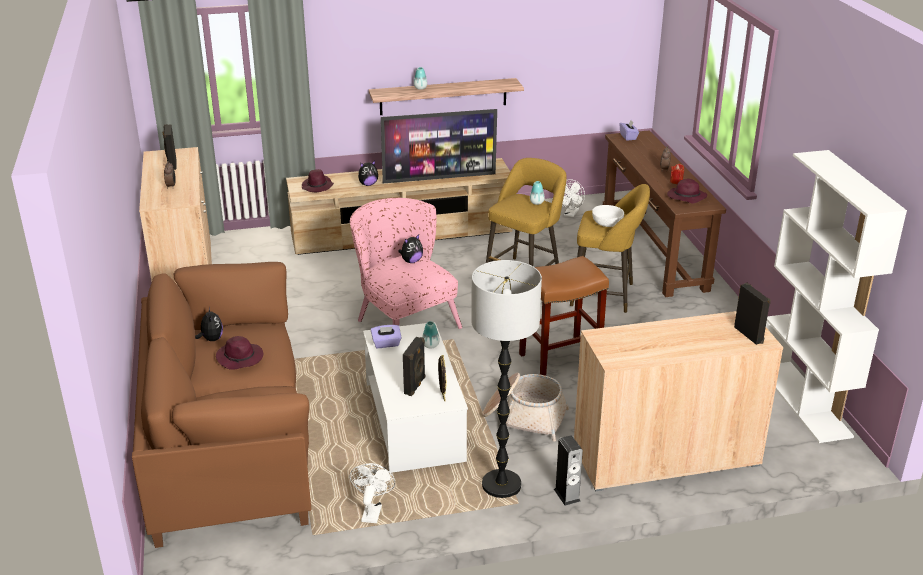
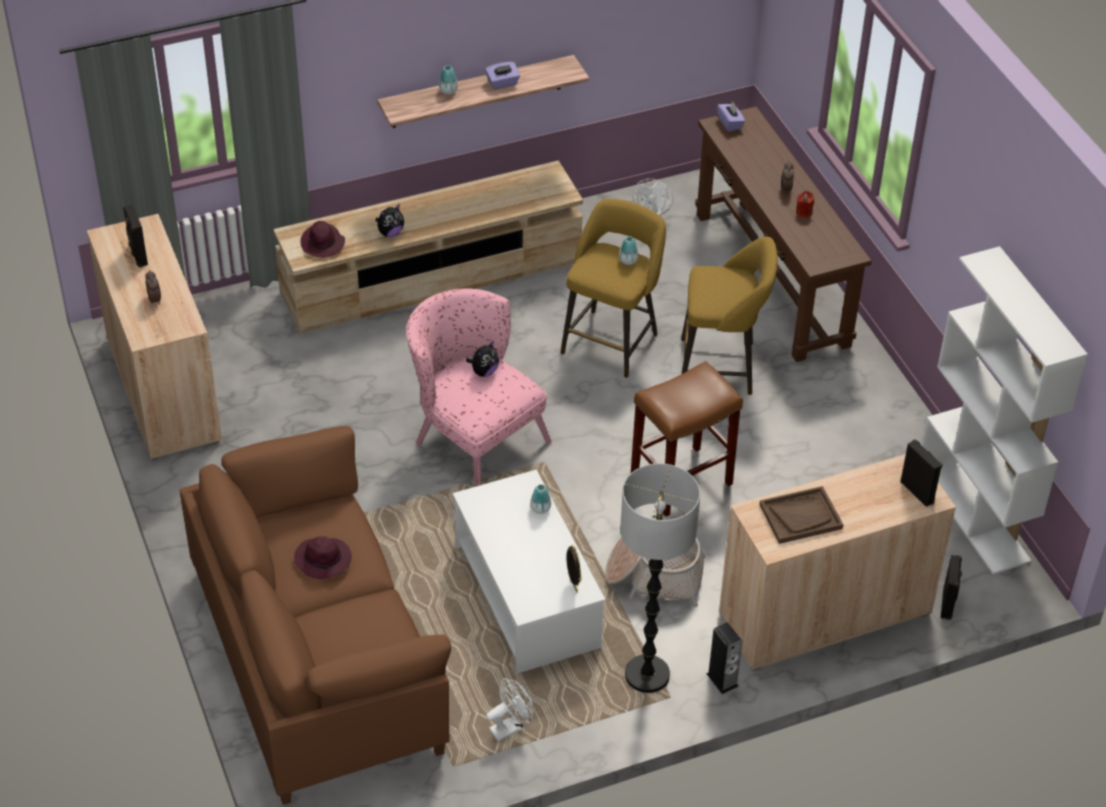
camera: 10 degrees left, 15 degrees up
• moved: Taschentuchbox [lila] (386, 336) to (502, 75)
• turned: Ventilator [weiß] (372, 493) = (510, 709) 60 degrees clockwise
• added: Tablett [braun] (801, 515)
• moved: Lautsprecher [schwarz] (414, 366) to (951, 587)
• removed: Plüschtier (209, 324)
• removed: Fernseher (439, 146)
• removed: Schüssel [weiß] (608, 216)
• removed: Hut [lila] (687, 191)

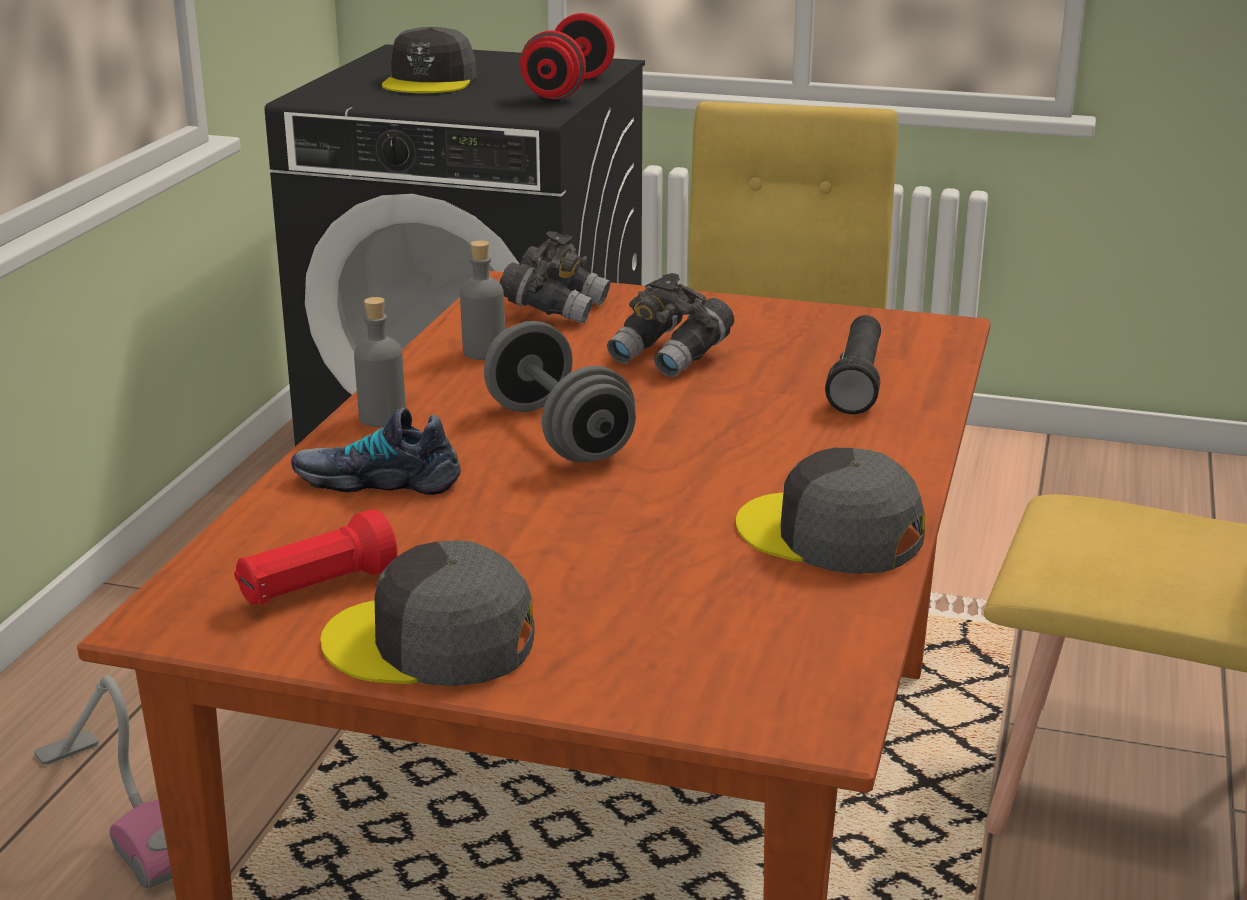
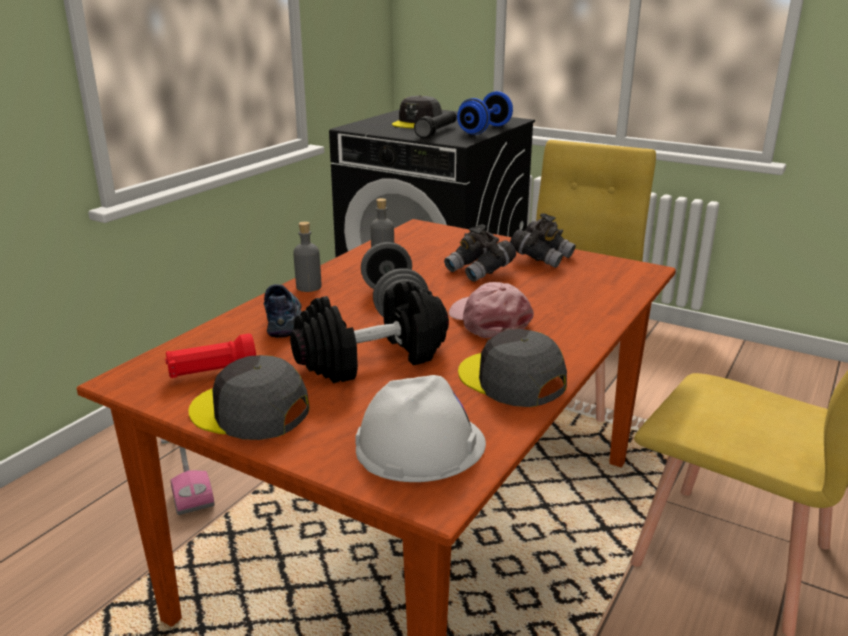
camera: 15 degrees right, 0 degrees up
• turned: Schuh (376, 451) = (283, 311) 60 degrees clockwise
• added: Hantel [schwarz] (369, 332)
• added: Schutzhelm [weiß] (420, 428)
• moved: Taschenlampe [schwarz] (853, 364) to (435, 124)
• added: Kappe [rosa] (491, 310)
• recoloured: Hantel [rot] (567, 56) to Hantel [blau] (485, 113)
• moved: Fernglas [grau] (555, 277) to (543, 240)

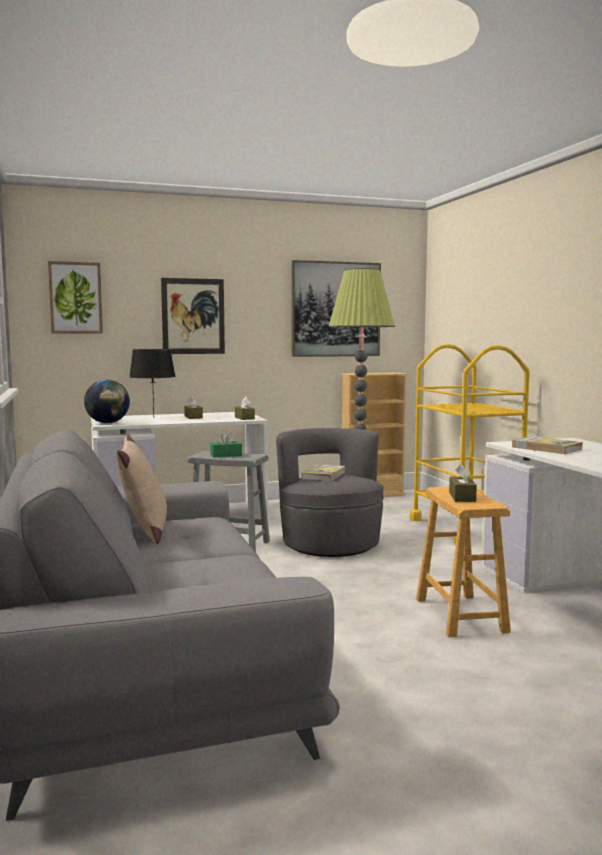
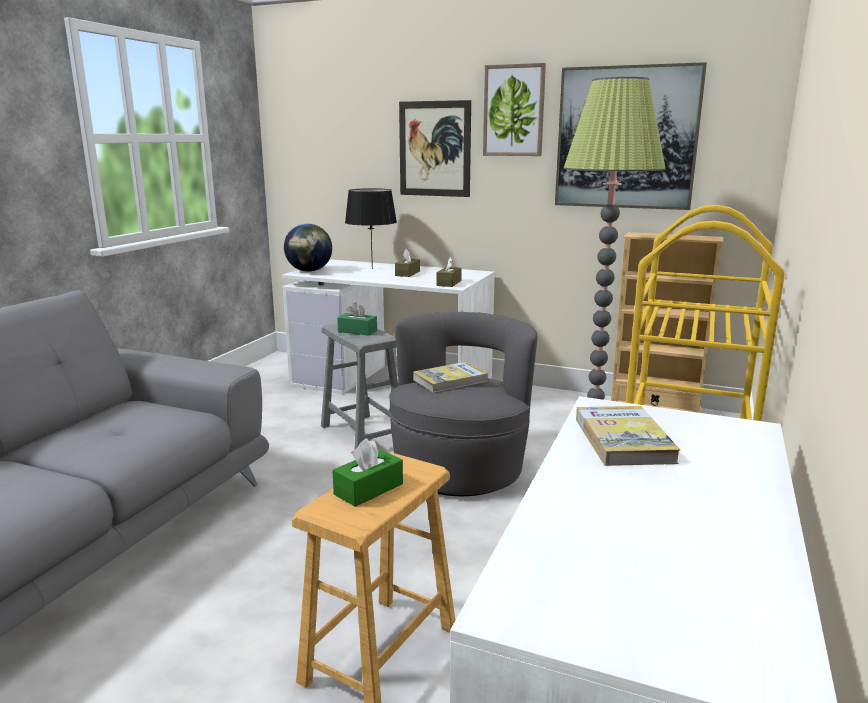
camera: 40 degrees right, 10 degrees up
• recoloured: Taschentuchbox [braun] (463, 483) to Taschentuchbox [grün] (367, 472)
• moved: Bild (75, 297) to (514, 109)
• removed: Kissen [beige] (141, 489)

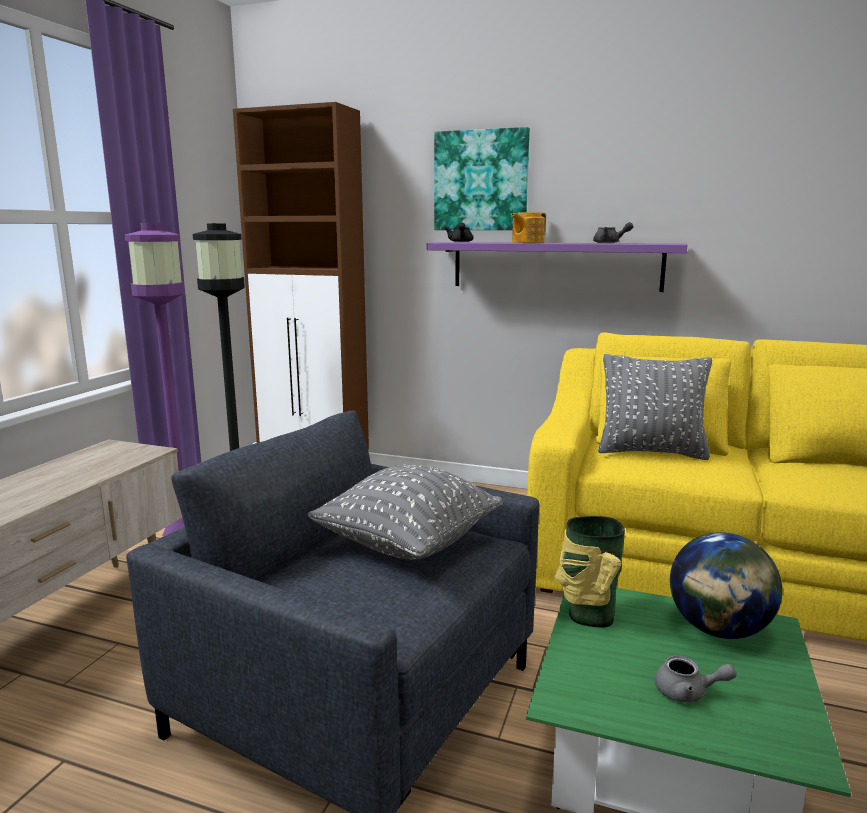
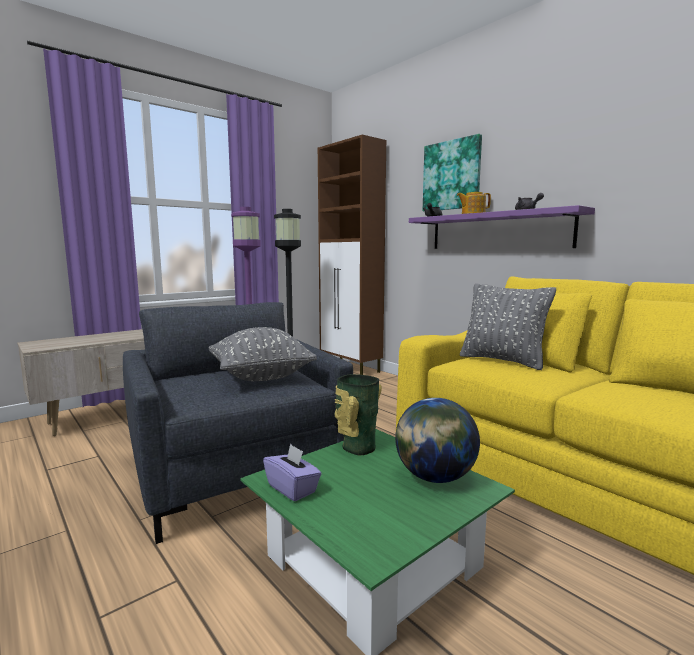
camera: 30 degrees right, 5 degrees down
• added: Taschentuchbox [lila] (292, 472)
• removed: Teekanne [grau] (696, 678)

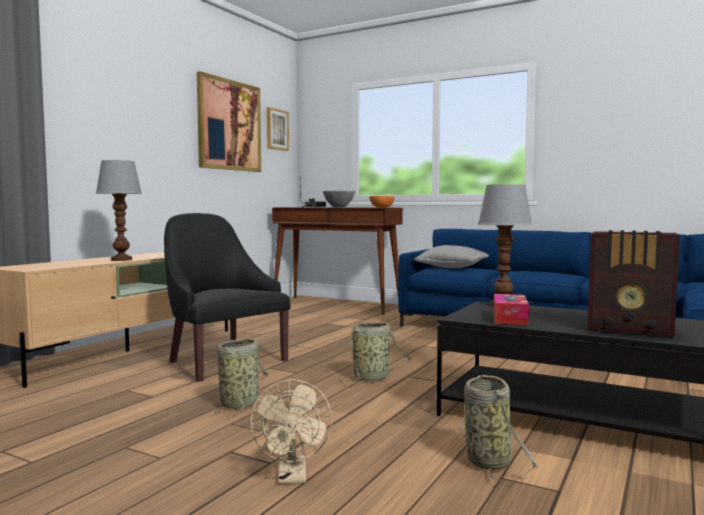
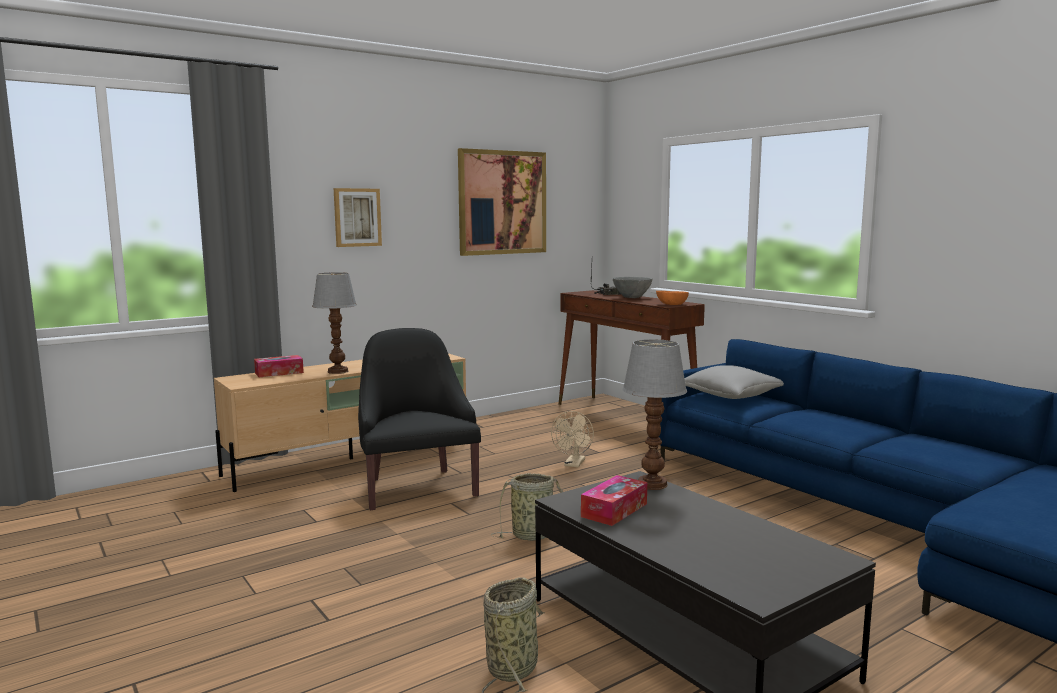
camera: 25 degrees right, 5 degrees up
• added: Taschentuchbox (279, 366)
• moved: Bild (278, 129) to (358, 217)
• moved: Ventilator [beige] (291, 431) to (572, 439)
• removed: Korb (241, 376)
• removed: Radio (633, 284)

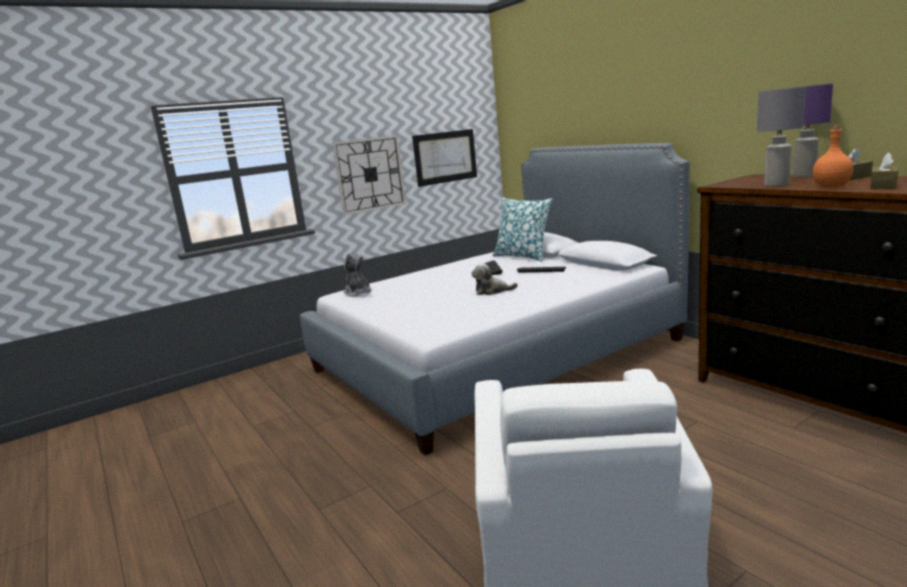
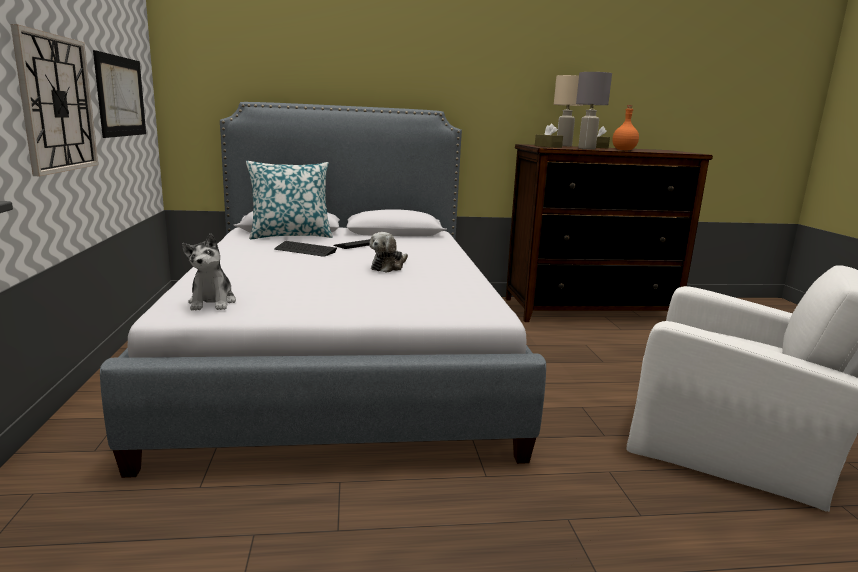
camera: 65 degrees left, 0 degrees up
• turned: Plüschtier (357, 275) = (209, 272) 90 degrees counterclockwise
• moved: Taschentuchbox [braun] (884, 170) to (549, 136)
• recoloured: Tischlampe [lila] (813, 130) to Tischlampe [beige] (568, 110)

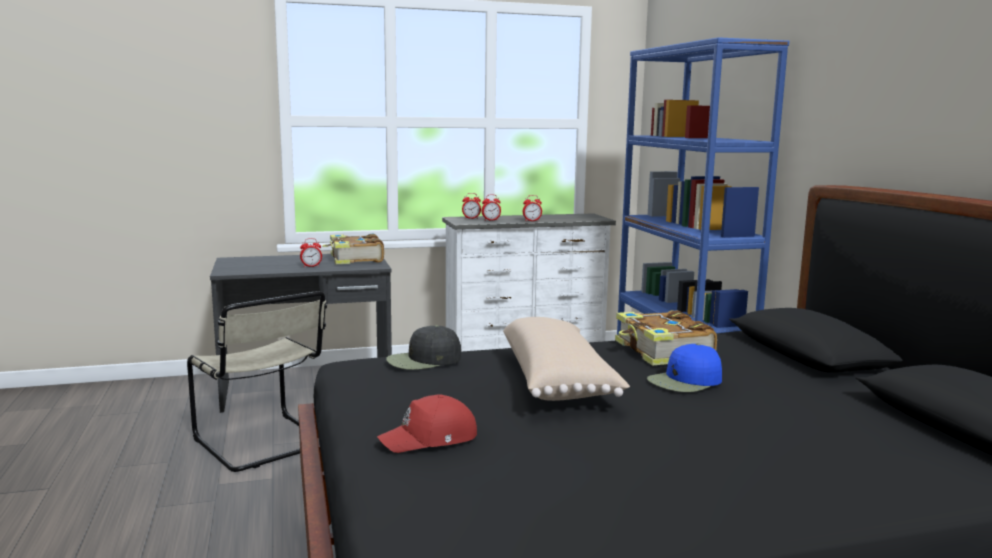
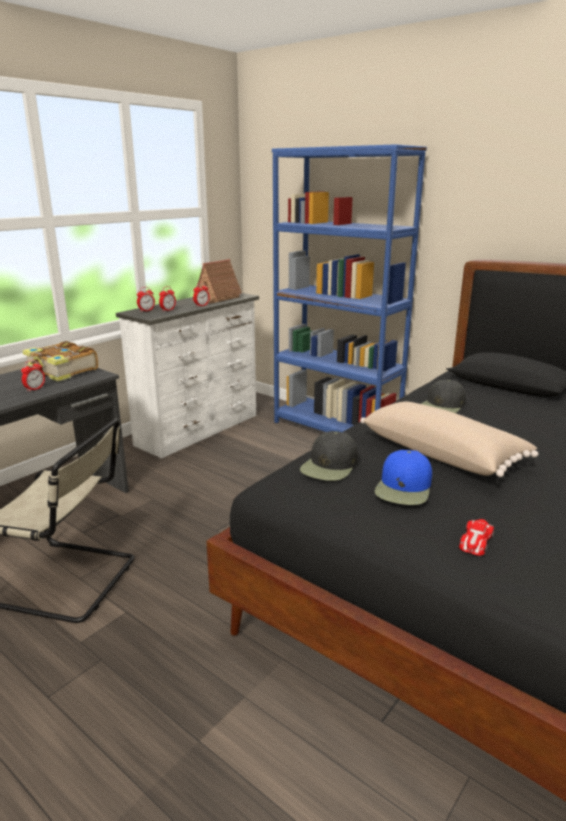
camera: 35 degrees left, 10 degrees up
• added: Spielzeughaus (217, 281)
• moved: Kappe [blau] (684, 368) to (403, 477)
• replaced: Buch (666, 337) to Kappe [schwarz] (443, 396)
• replaced: Kappe [rot] (427, 424) to Spielzeugauto (476, 537)

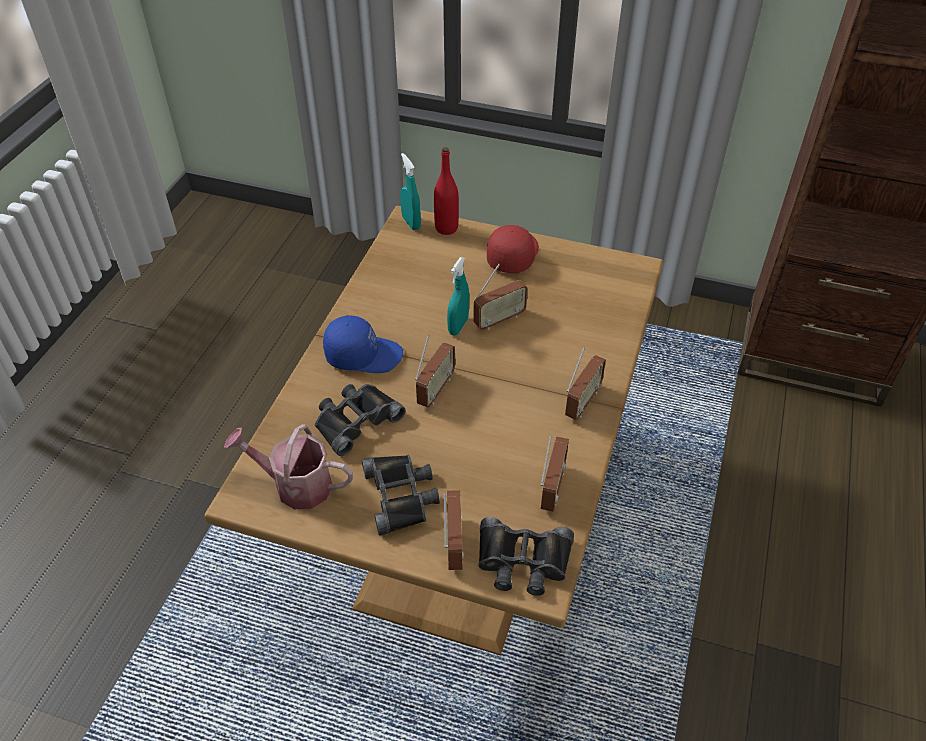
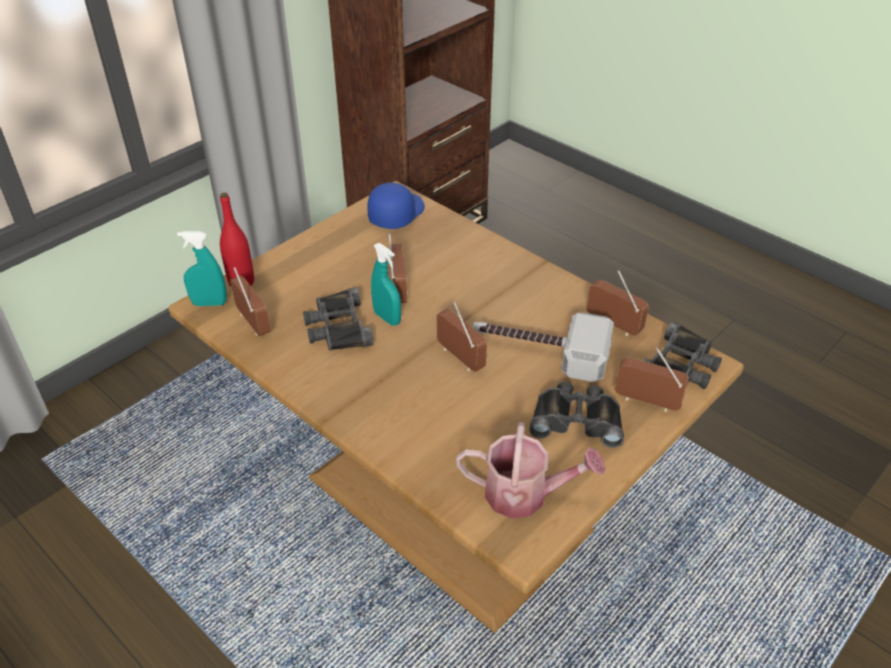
camera: 65 degrees left, 5 degrees down
• moved: Radio (585, 383) to (250, 301)
• moved: Fernglas [schwarz] (360, 420) to (338, 319)
• moved: Kappe [blau] (363, 344) to (396, 206)
• turned: Gießkanne (288, 466) = (530, 470) 120 degrees counterclockwise
• added: Hammer (543, 347)
• removed: Kappe [rot] (513, 249)

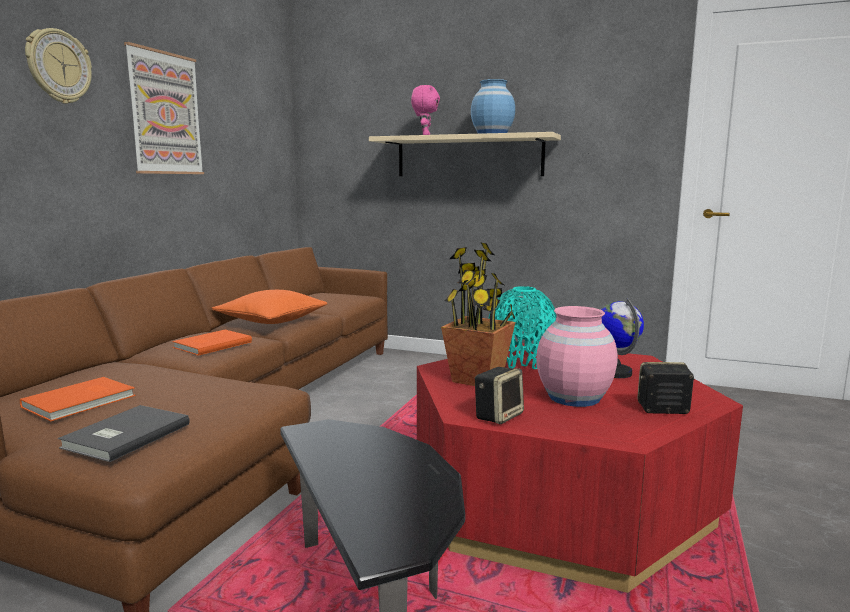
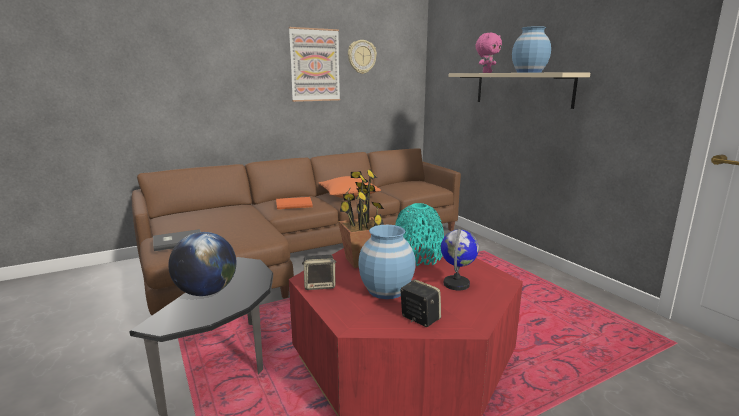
camera: 40 degrees right, 5 degrees up
• added: Globus (202, 264)
• moved: Wanduhr (58, 66) to (362, 57)
• recoloured: Vase [rosa] (577, 356) to Vase [blau] (387, 262)
• removed: Buch [orange] (77, 399)

